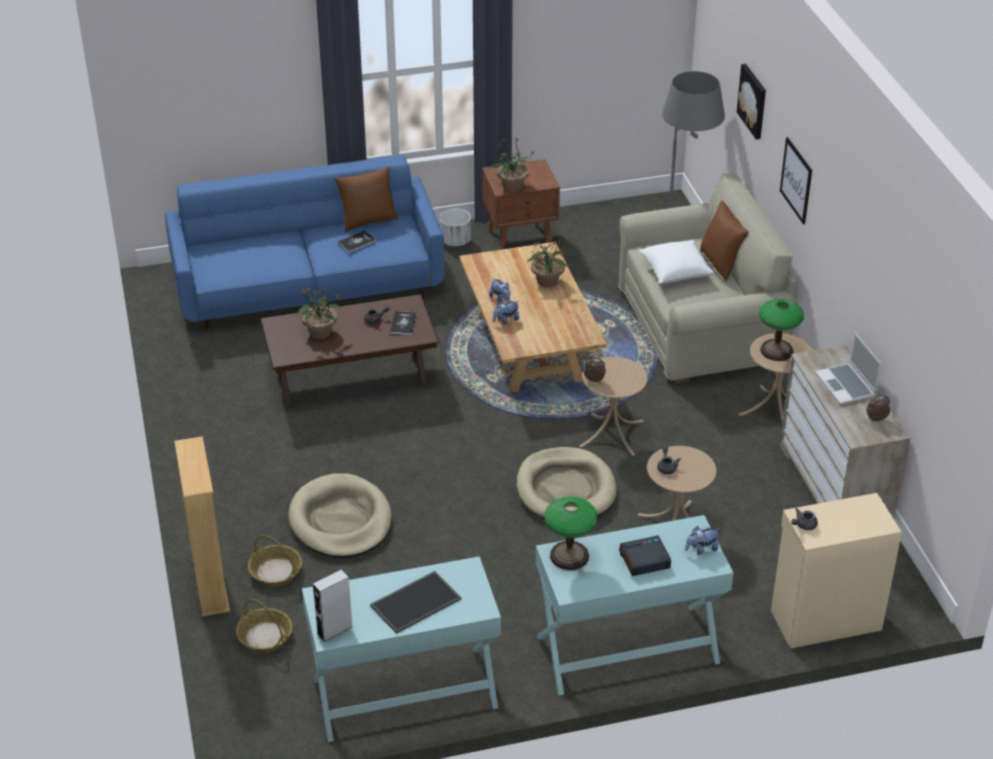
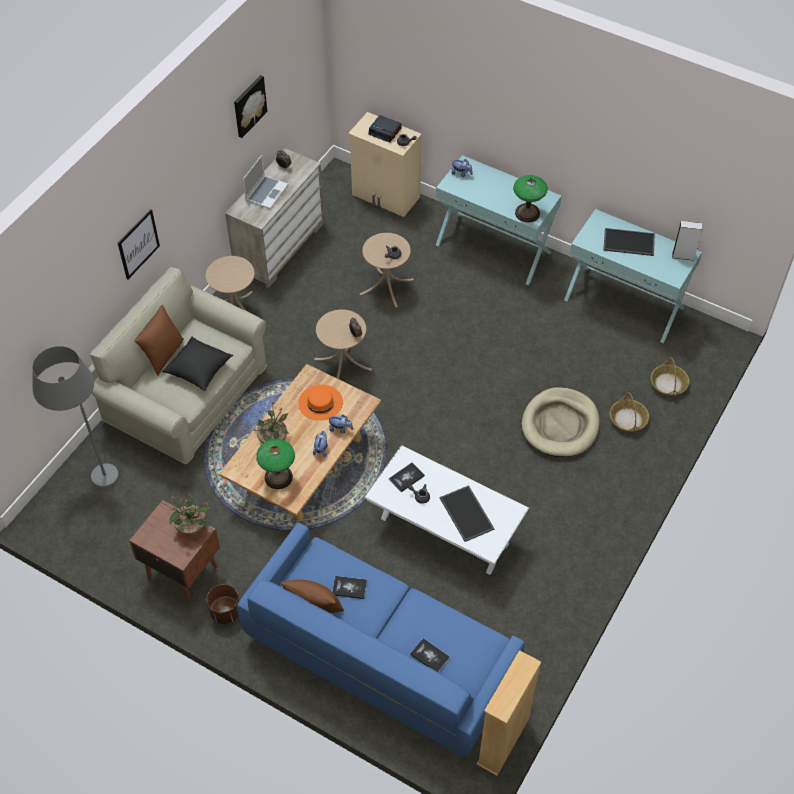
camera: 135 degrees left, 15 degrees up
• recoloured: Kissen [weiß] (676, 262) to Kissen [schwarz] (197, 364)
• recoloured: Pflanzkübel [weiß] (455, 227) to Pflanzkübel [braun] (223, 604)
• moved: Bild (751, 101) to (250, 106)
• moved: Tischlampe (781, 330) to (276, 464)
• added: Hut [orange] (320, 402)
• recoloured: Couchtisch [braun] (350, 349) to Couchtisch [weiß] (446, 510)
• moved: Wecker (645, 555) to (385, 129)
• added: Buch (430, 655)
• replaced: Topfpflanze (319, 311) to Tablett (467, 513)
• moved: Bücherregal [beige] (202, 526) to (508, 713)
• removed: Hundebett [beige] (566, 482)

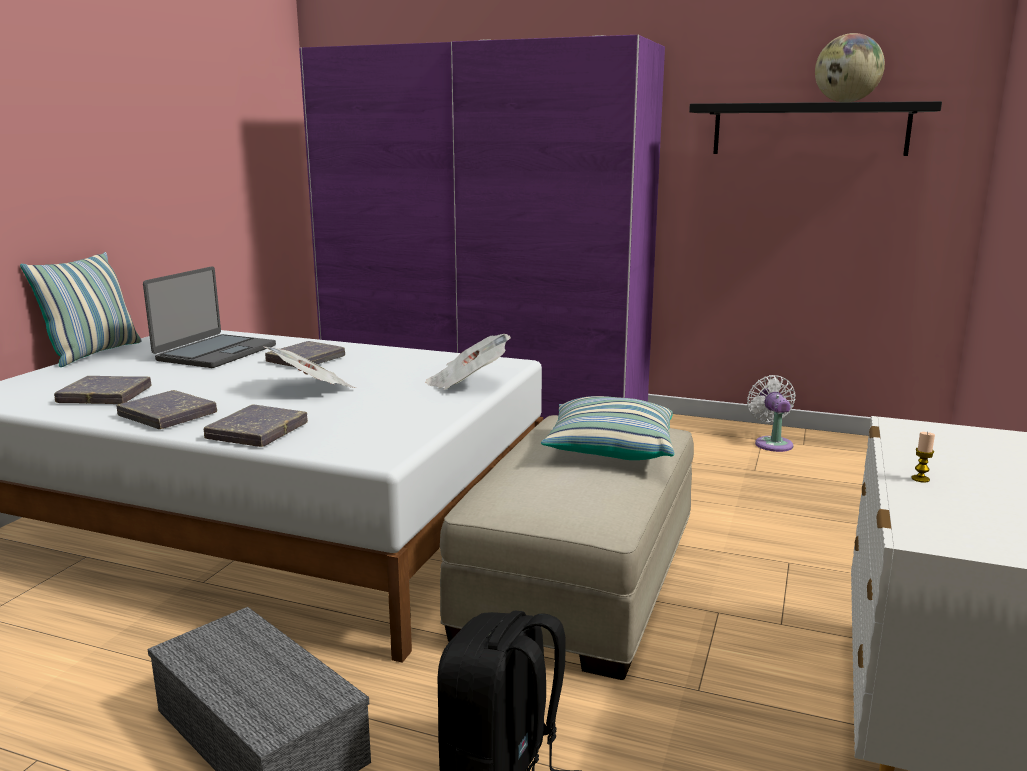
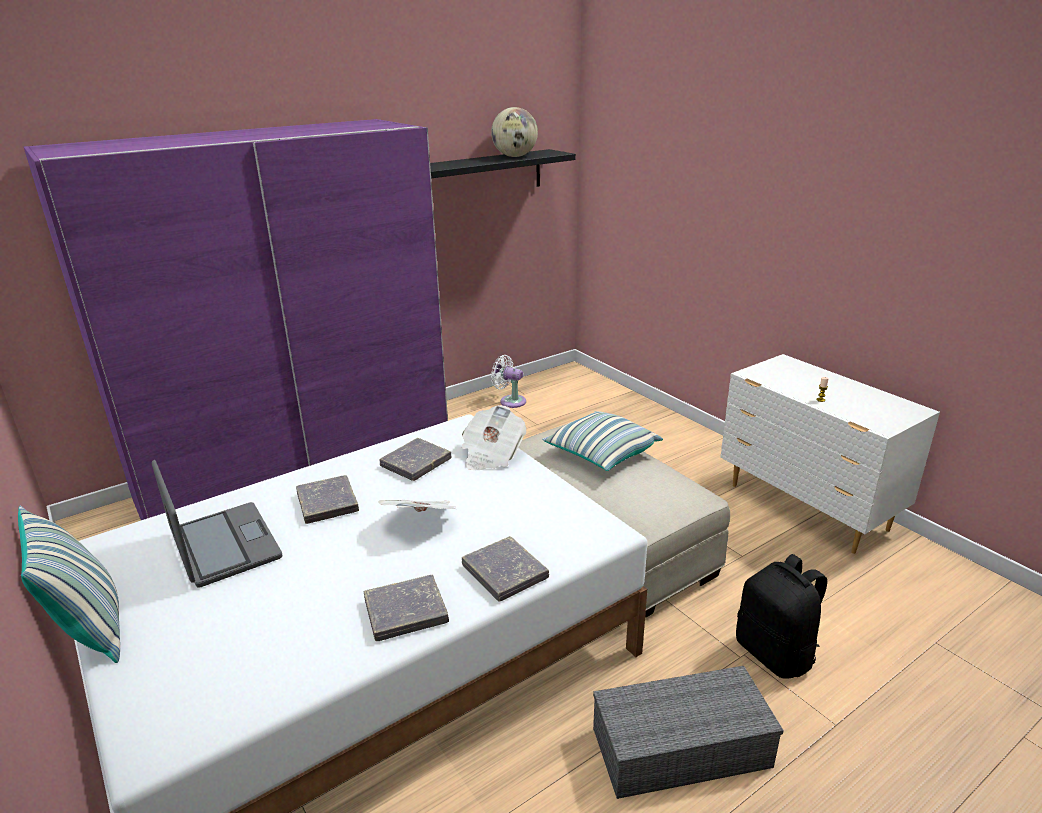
camera: 55 degrees left, 10 degrees up
• moved: Buch [grau] (102, 390) to (415, 459)

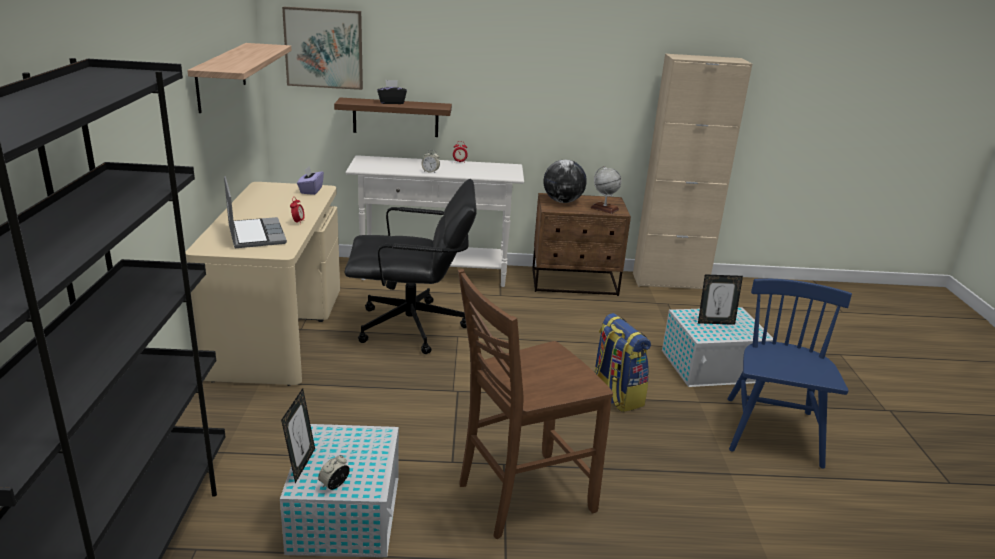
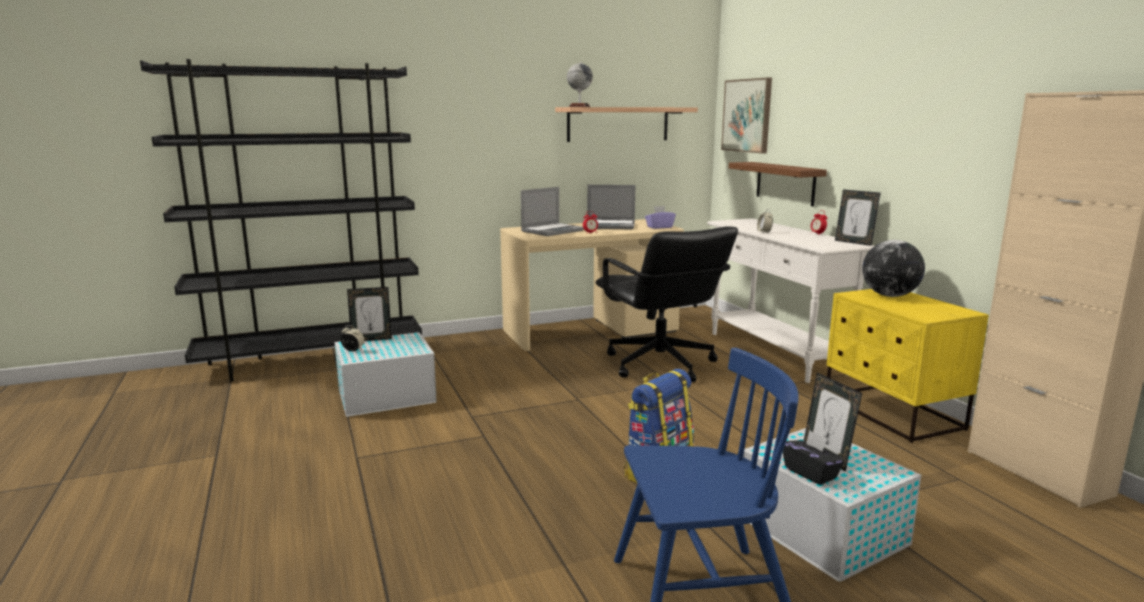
camera: 70 degrees right, 10 degrees down
• moved: Globus (605, 190) to (580, 84)
• added: Laptop (611, 207)
• moved: Taschentuchbox [schwarz] (392, 92) to (814, 458)
• recoloured: Nachttisch [braun] (581, 244) to Nachttisch [gelb] (908, 366)
• added: Bilderrahmen (857, 217)
• removed: Stuhl [braun] (535, 404)

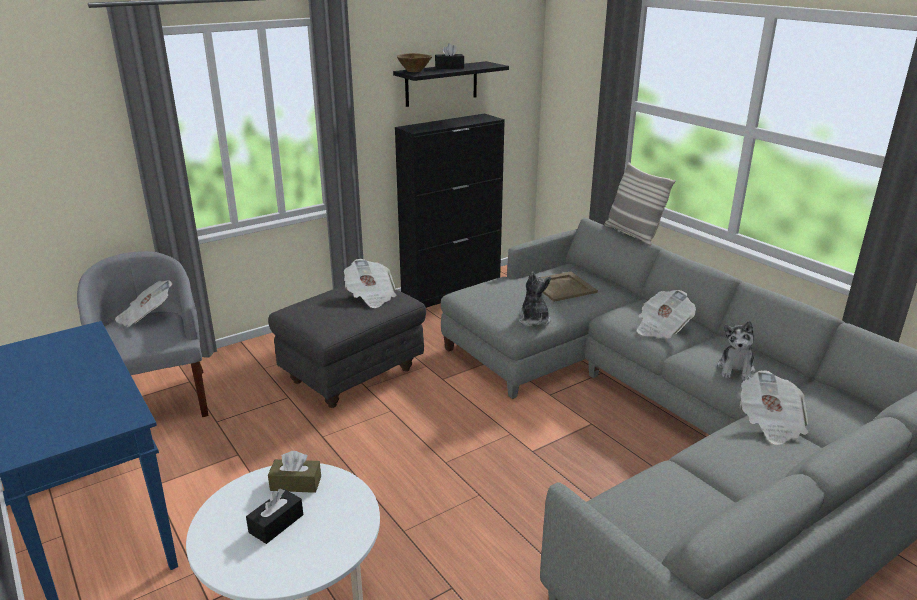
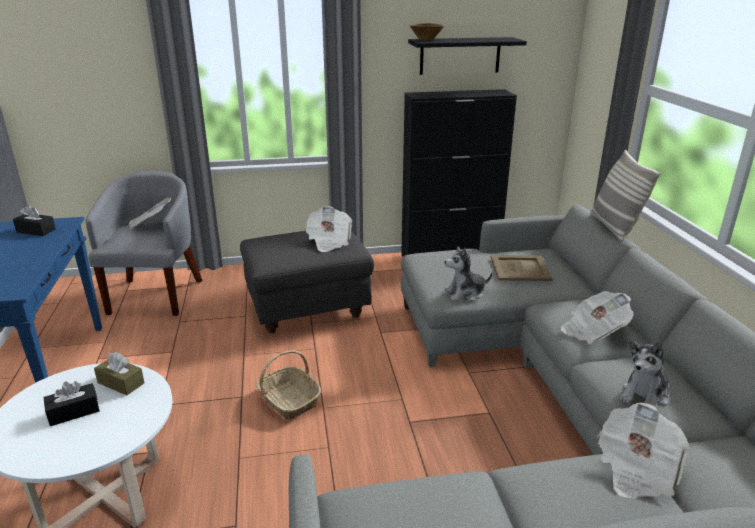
camera: 25 degrees right, 0 degrees up
• moved: Taschentuchbox [schwarz] (449, 56) to (34, 220)
• added: Korb (288, 385)
• turned: Plüschtier (535, 298) = (468, 273) 120 degrees counterclockwise

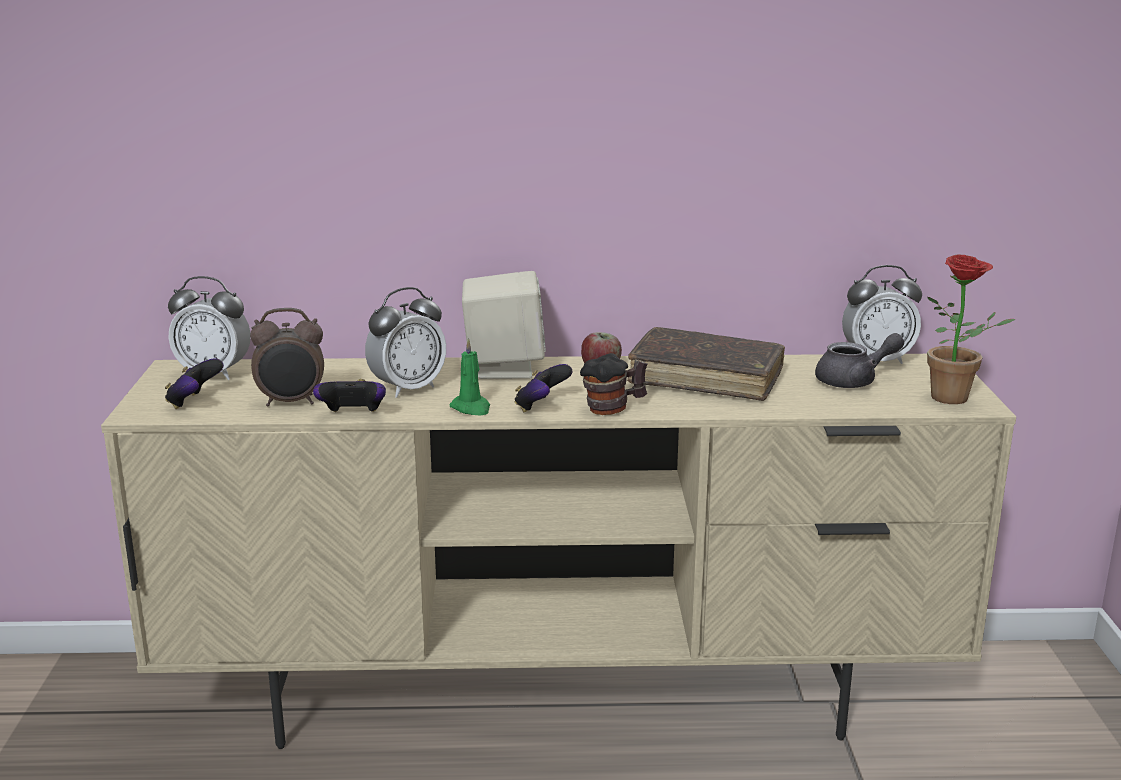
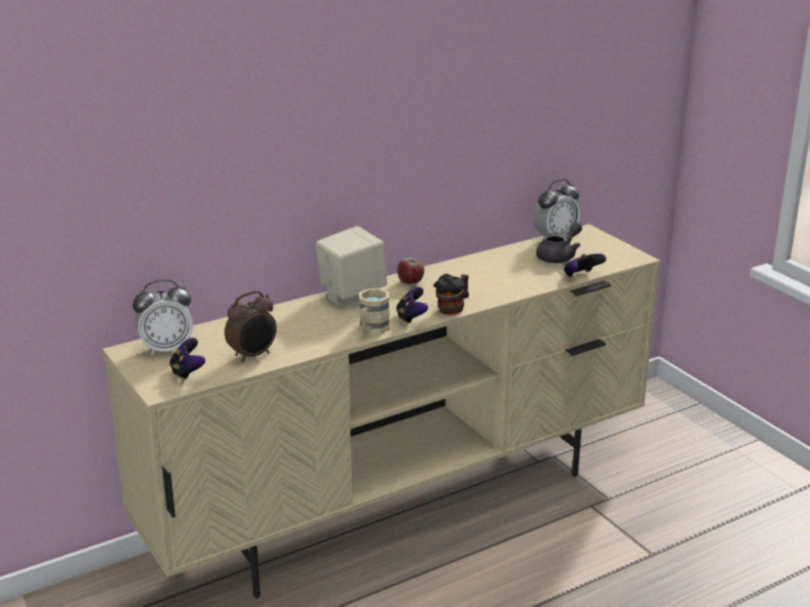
camera: 30 degrees left, 5 degrees up
• replaced: Kerze [grün] (469, 376) to Henkelbecher [beige] (374, 311)
• moved: Gamepad (349, 395) to (585, 265)
• removed: Wecker (405, 342)
• removed: Buch [braun] (706, 364)
• removed: Topfpflanze (971, 329)

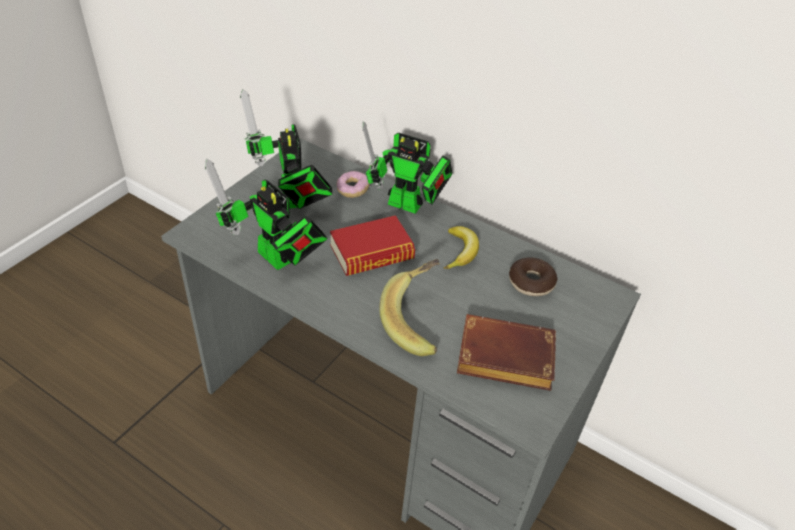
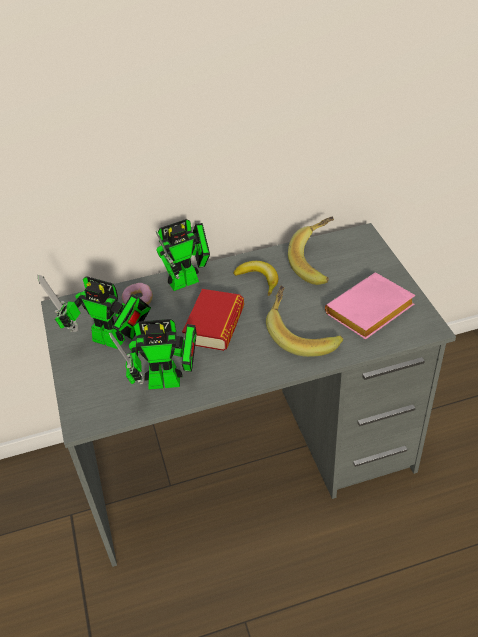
camera: 45 degrees left, 0 degrees up
• replaced: Donut (533, 276) to Banane (311, 250)
• recoloured: Buch [braun] (506, 352) to Buch [rosa] (370, 306)

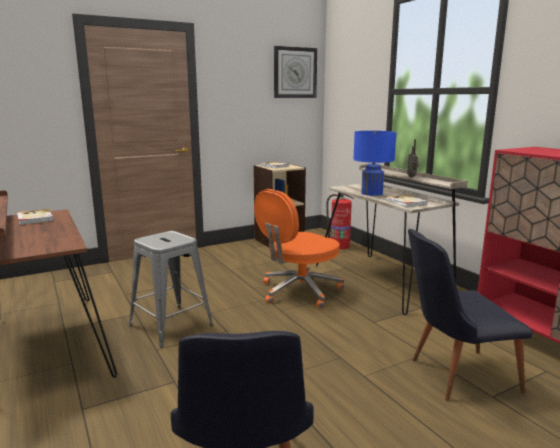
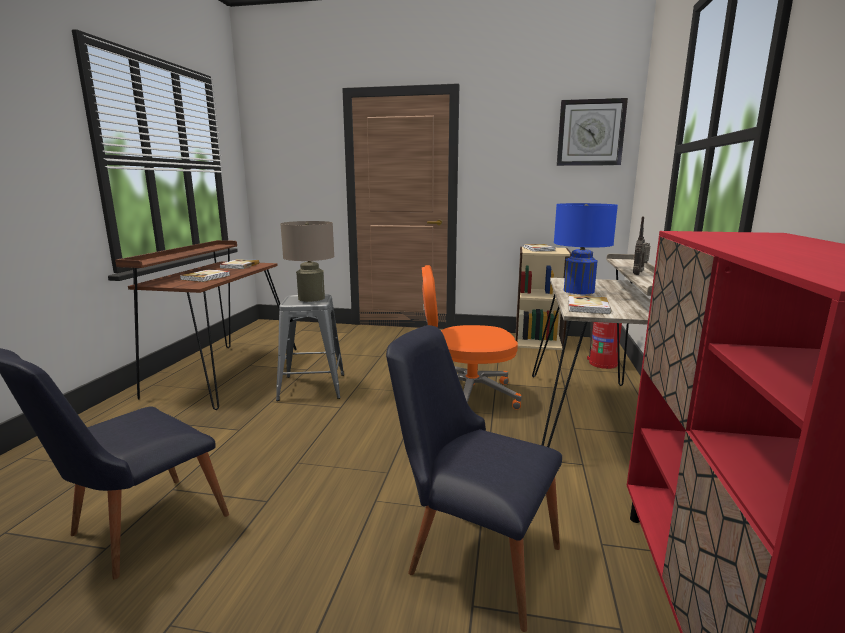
camera: 40 degrees right, 0 degrees up
• added: Buch (205, 275)
• added: Tischlampe [beige] (307, 261)

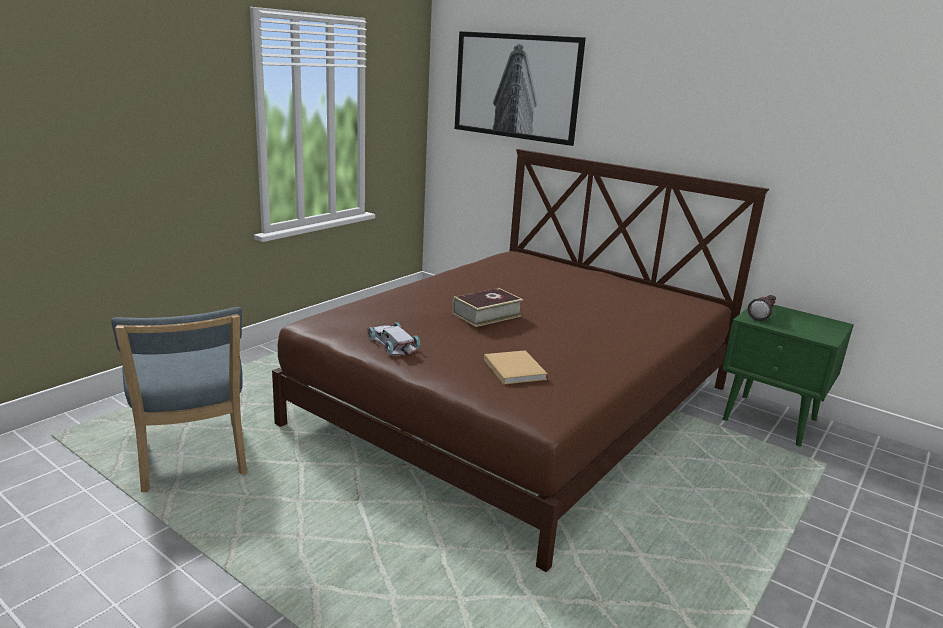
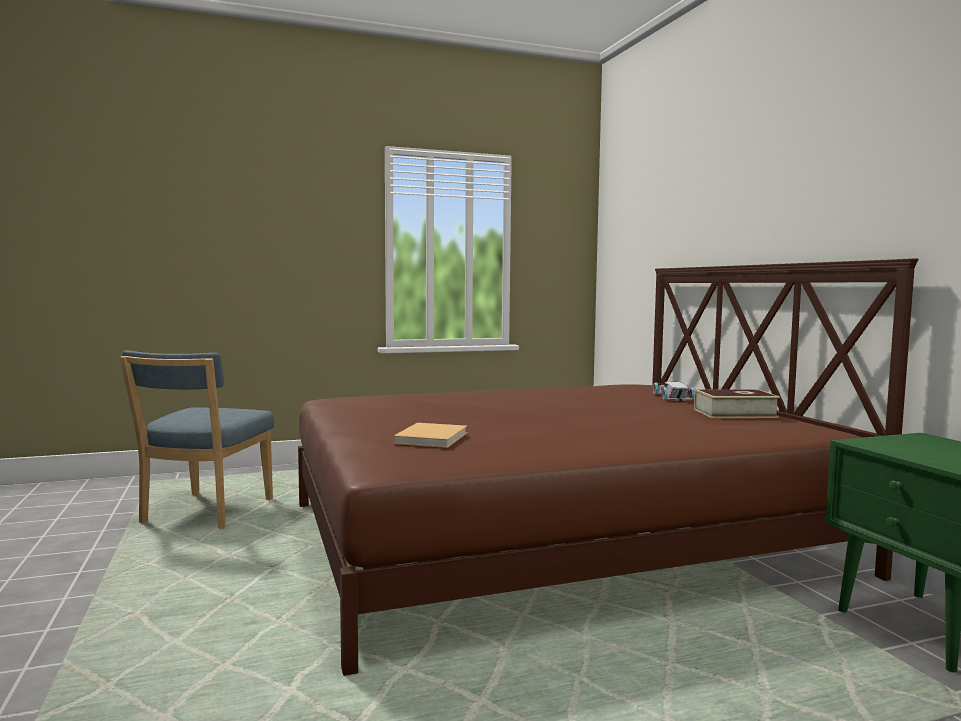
camera: 35 degrees right, 15 degrees down
• moved: Spielzeugauto [weiß] (393, 339) to (674, 391)
• moved: Buch (487, 307) to (737, 403)
• removed: Bild (520, 88)
• removed: Taschenlampe (762, 308)

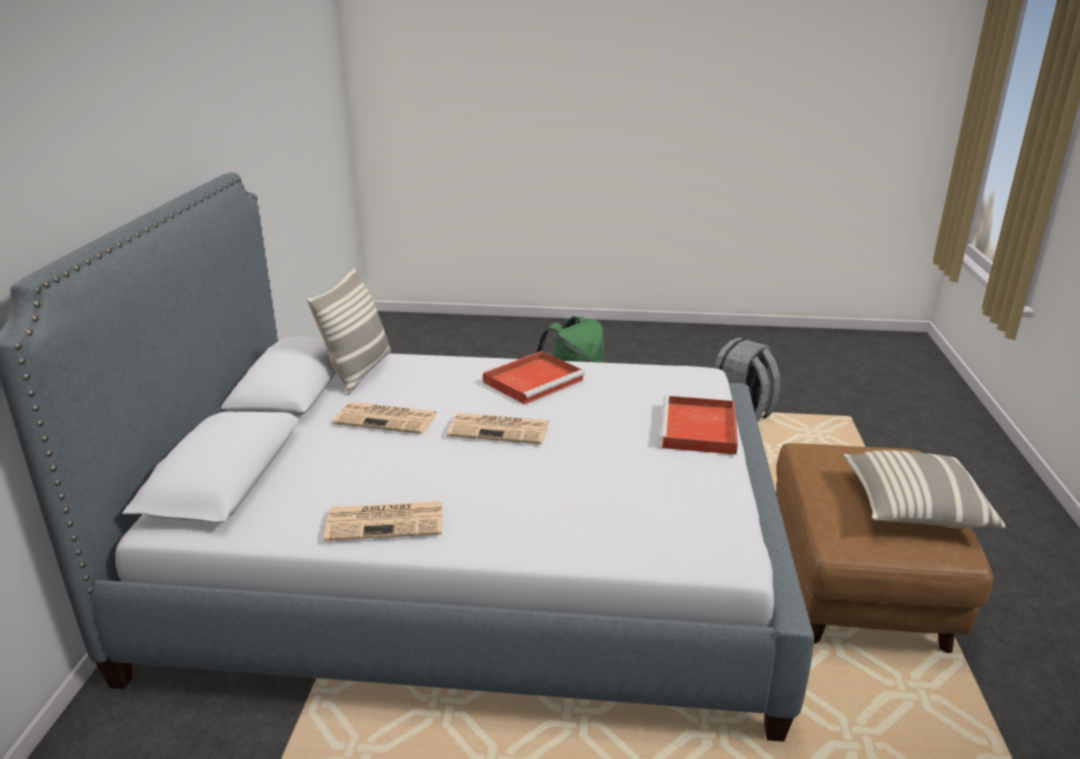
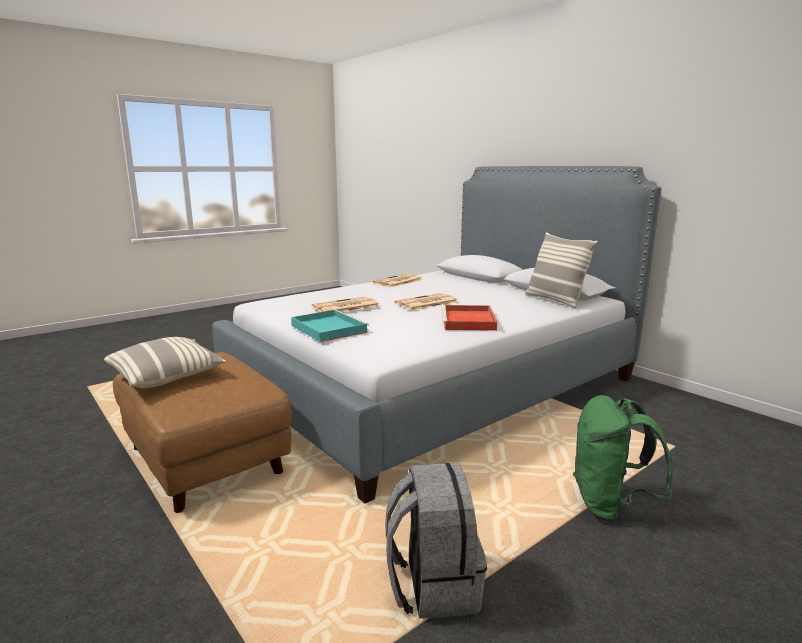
camera: 135 degrees right, 10 degrees down
• recoloured: Tablett [rot] (699, 425) to Tablett [türkis] (330, 326)
• moved: Zeitung (385, 418) to (346, 304)

